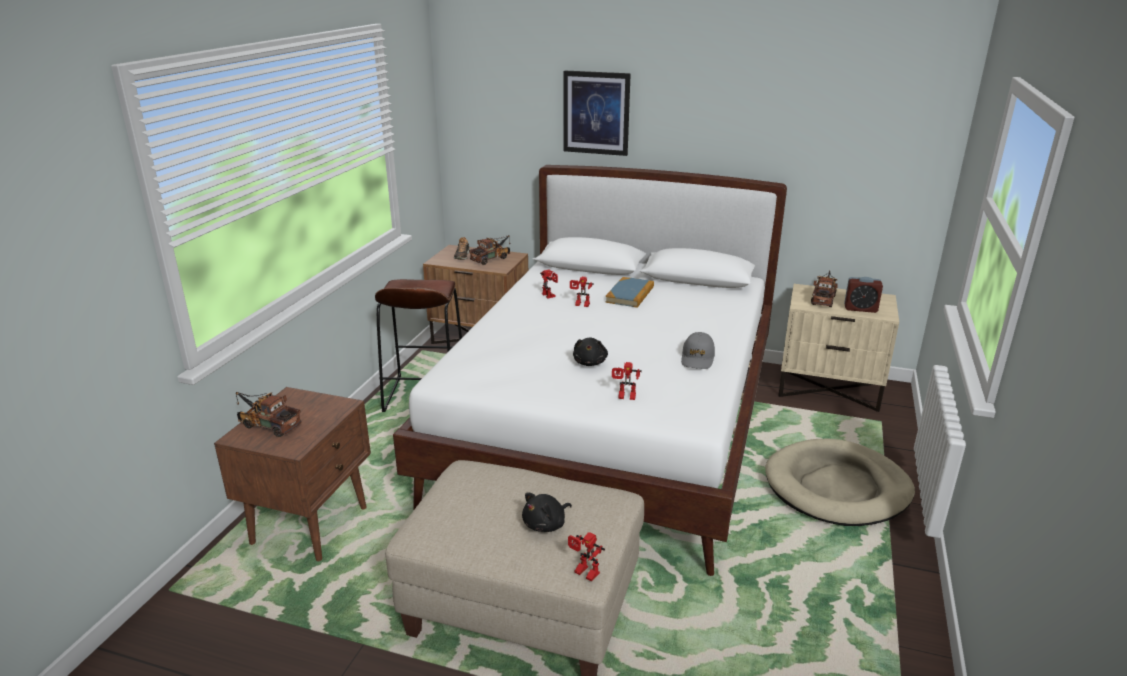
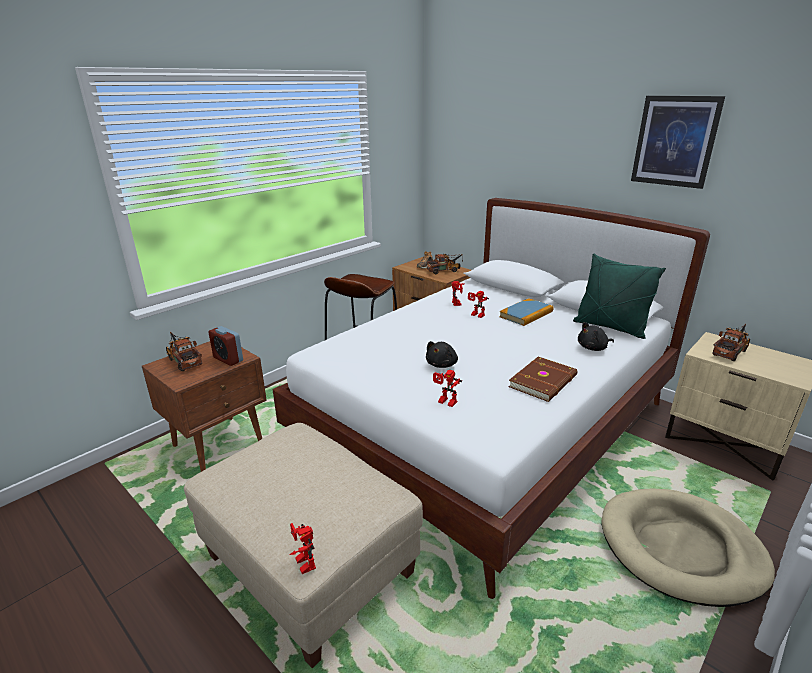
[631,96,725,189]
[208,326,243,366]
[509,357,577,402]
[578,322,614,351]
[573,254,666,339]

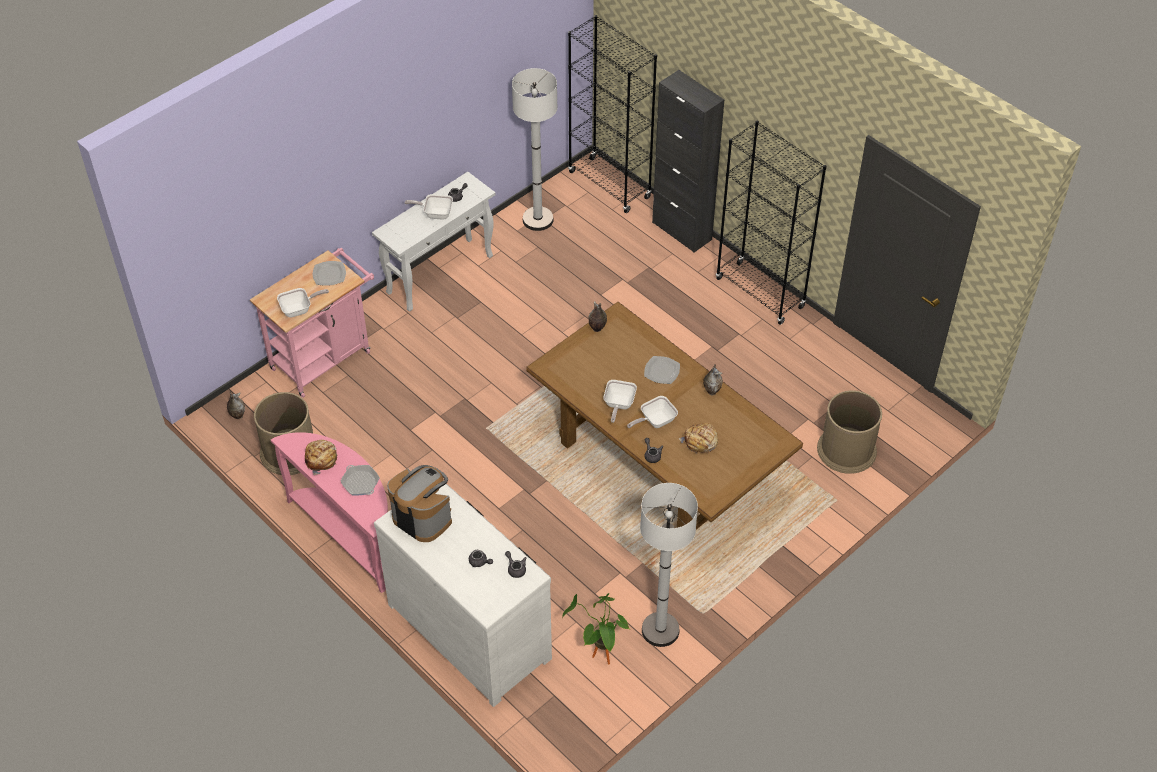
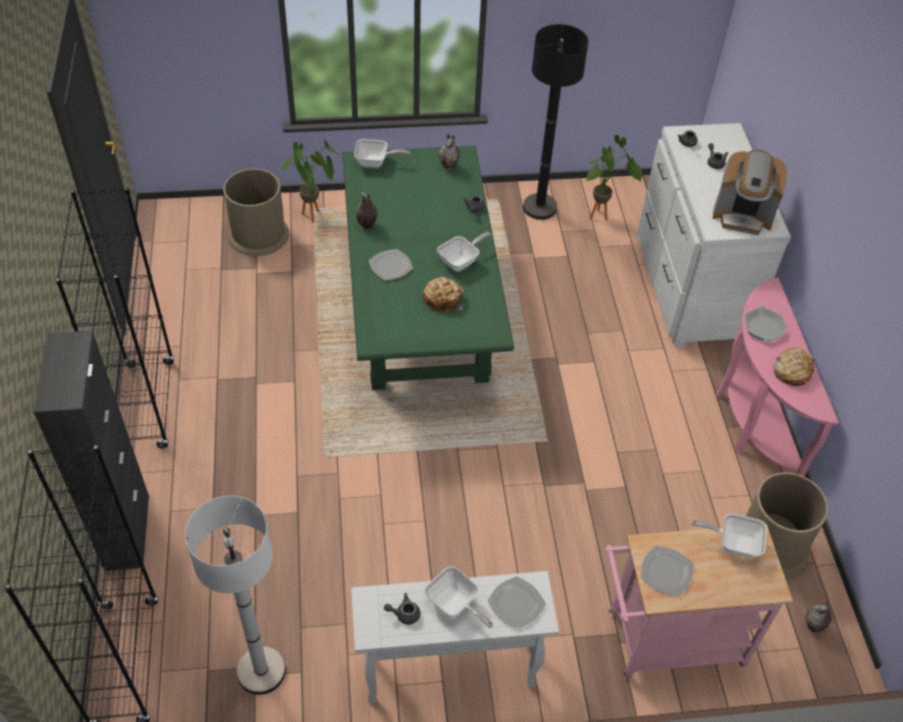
[439,134,460,170]
[342,146,514,390]
[354,139,410,168]
[423,277,464,312]
[713,150,787,235]
[523,24,588,220]
[280,139,340,223]
[488,576,546,630]

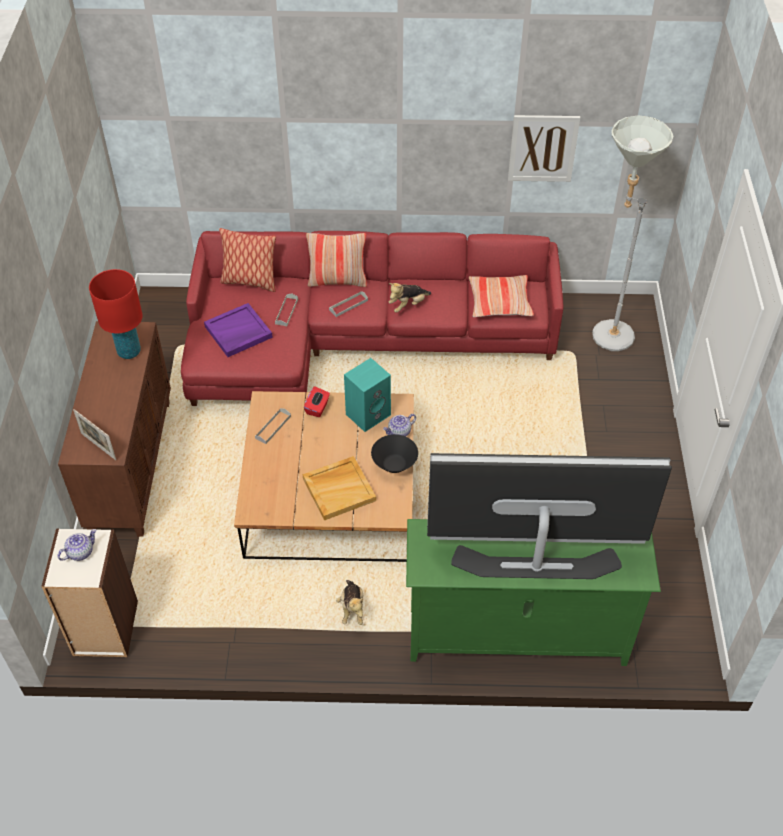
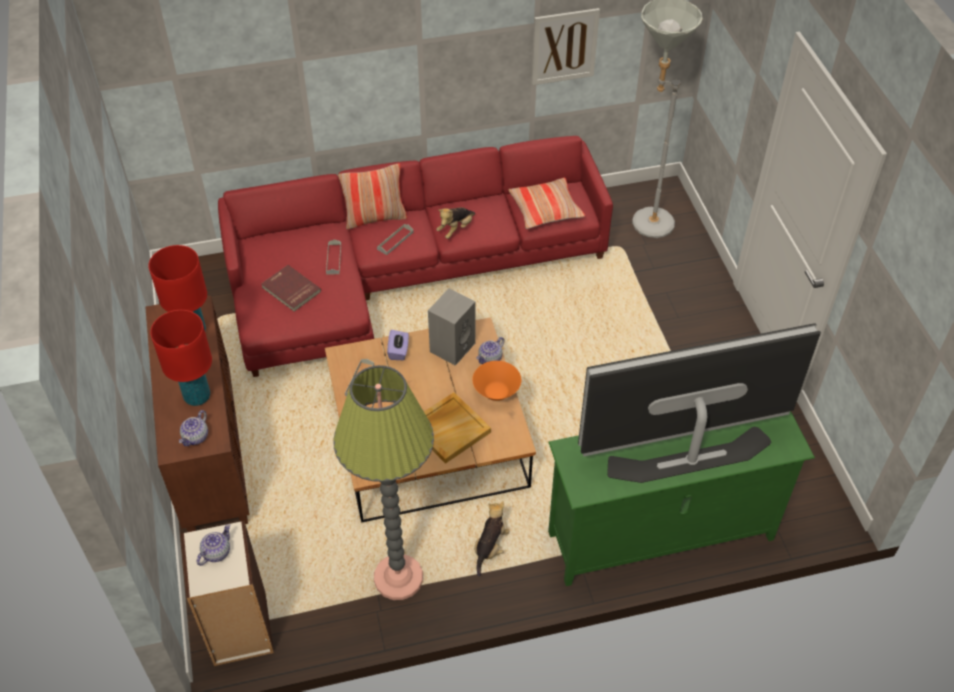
[219,228,276,292] (first image)
[261,265,321,312]
[428,288,476,366]
[387,330,409,360]
[179,410,208,446]
[472,361,521,401]
[474,501,509,577]
[150,310,212,406]
[333,365,434,600]

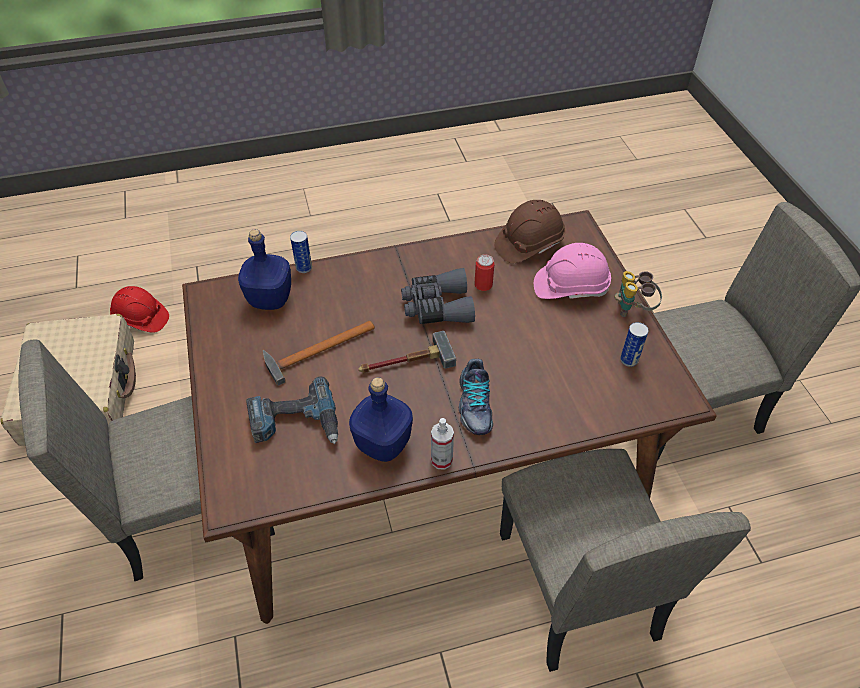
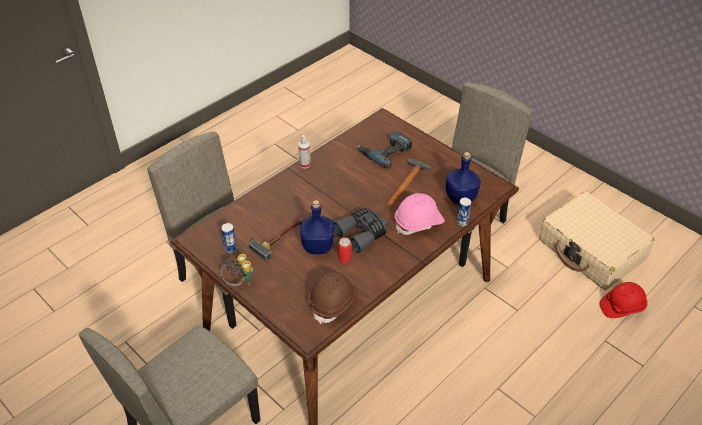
[395,193,444,235]
[249,219,302,261]
[459,359,493,435] (first image)
[300,200,334,254]

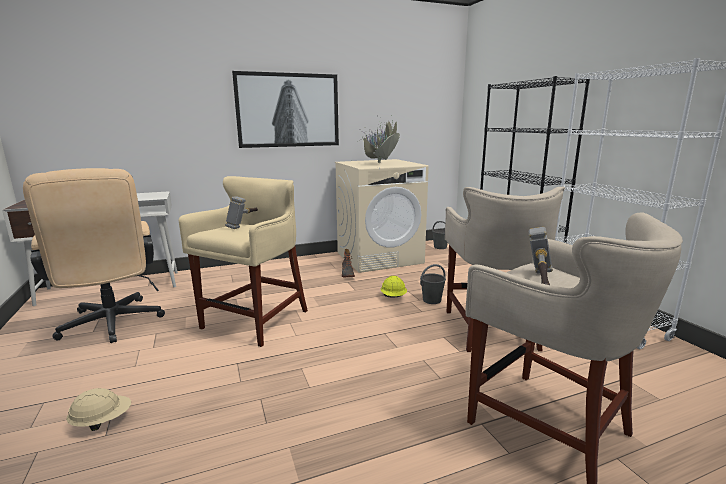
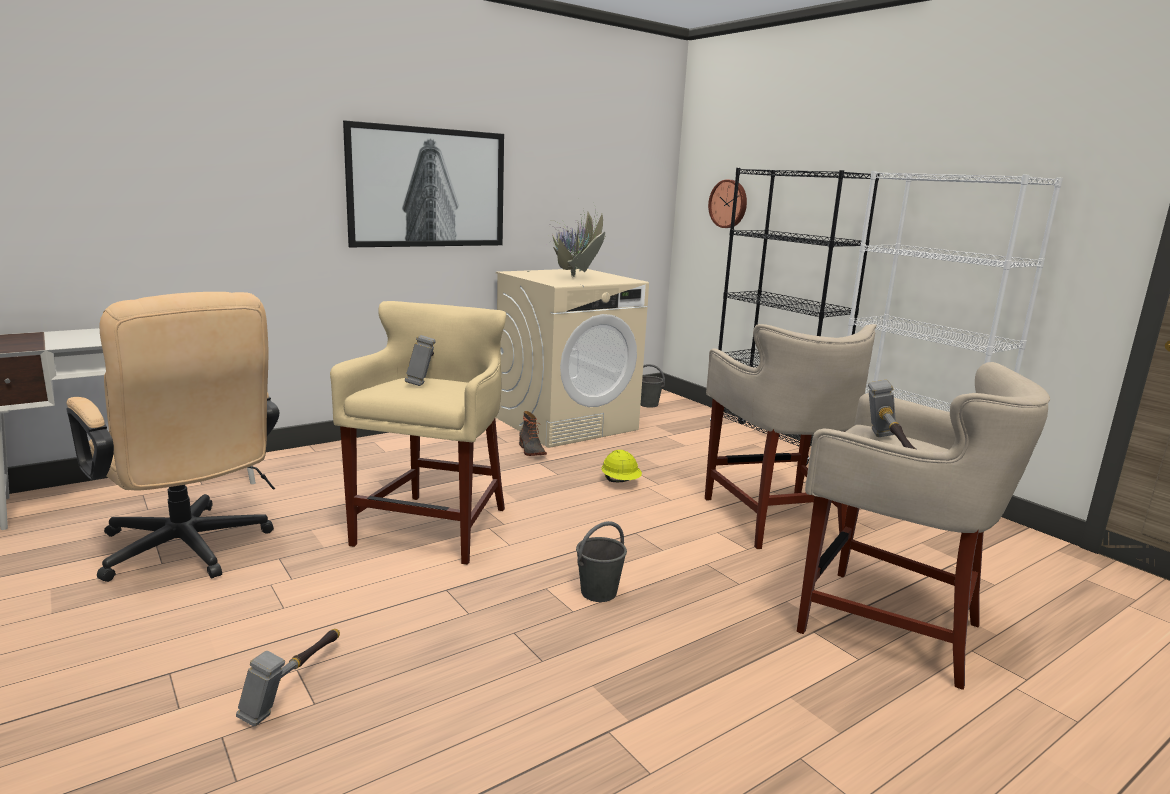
[576,521,627,602]
[236,629,340,726]
[708,180,747,228]

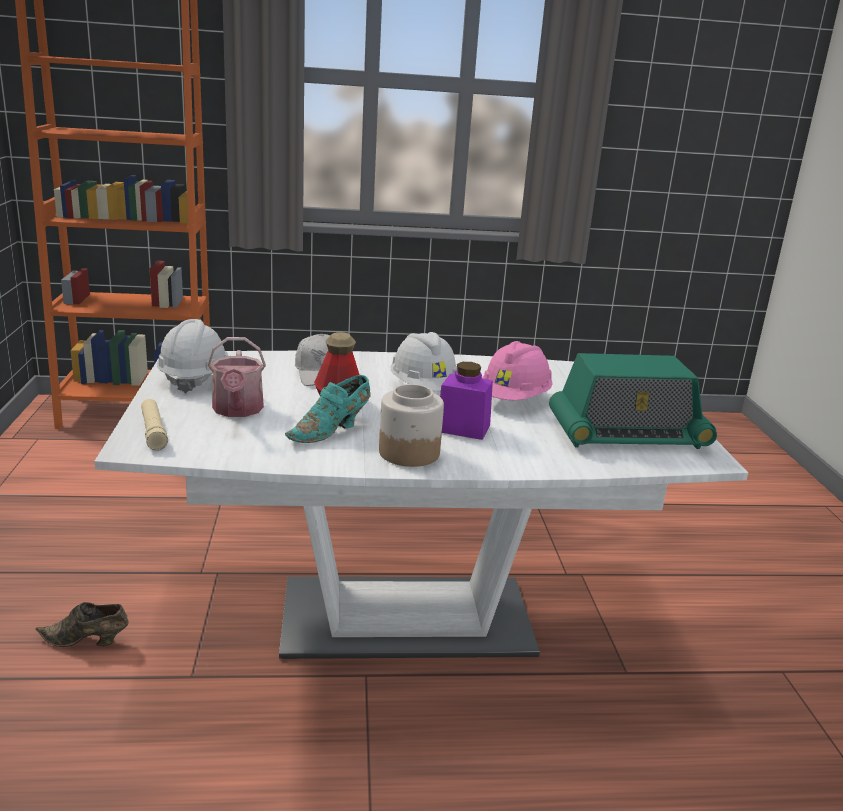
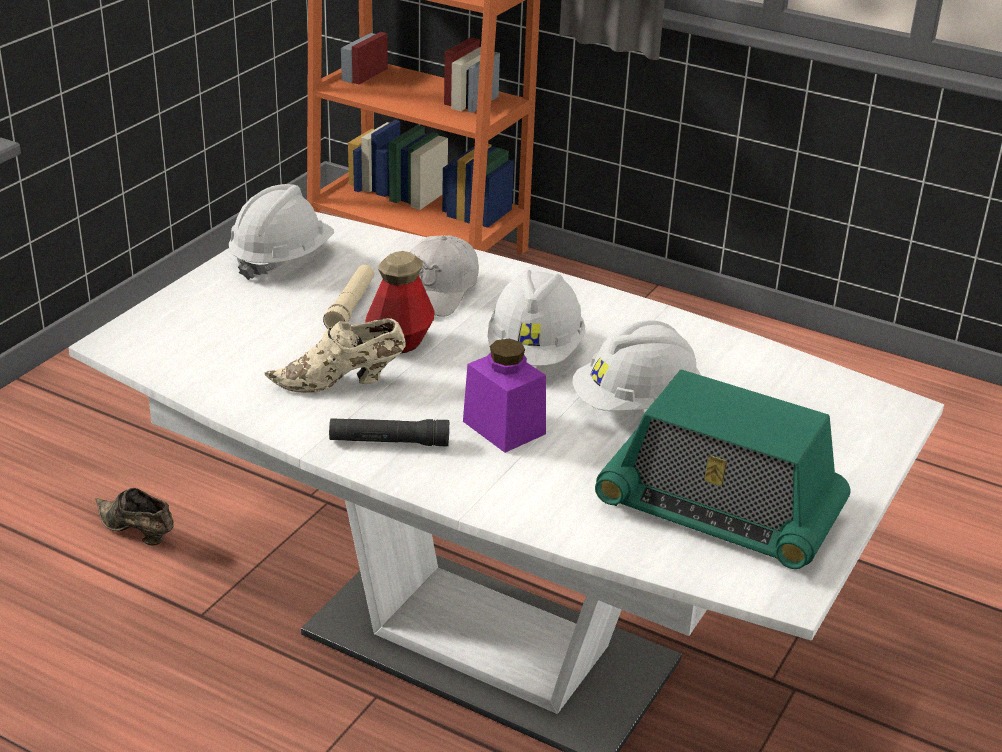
[208,337,266,417] (first image)
[573,320,701,411]
[265,318,406,393]
[329,418,449,447]
[323,265,374,328]

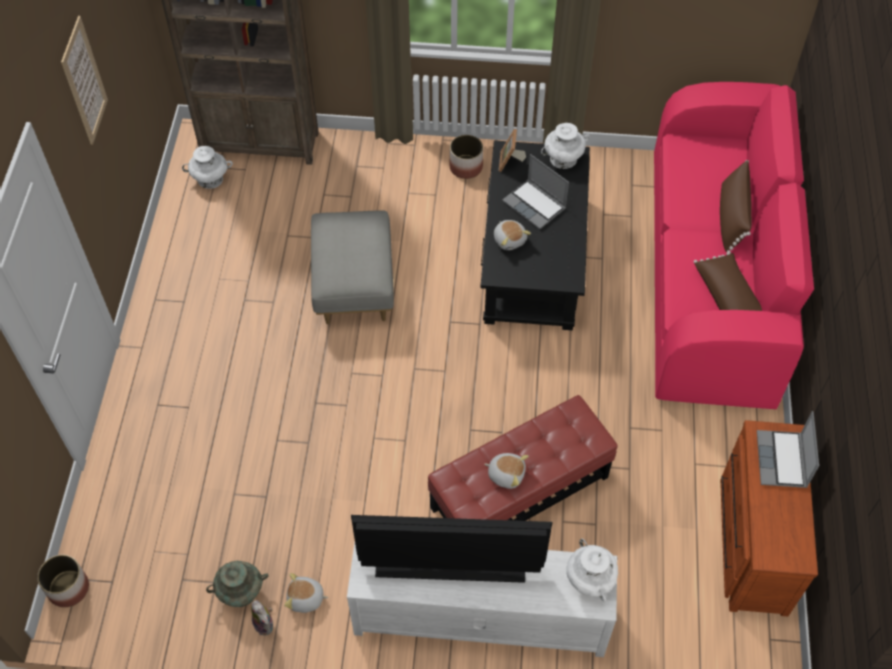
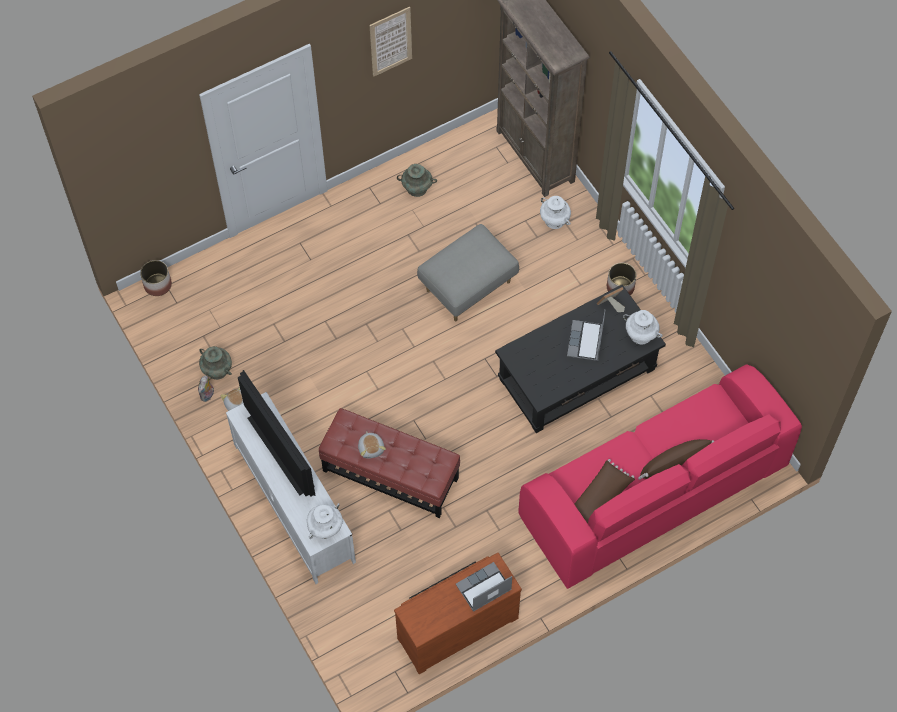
[540,196,571,229]
[494,220,531,250] (first image)
[397,164,437,197]

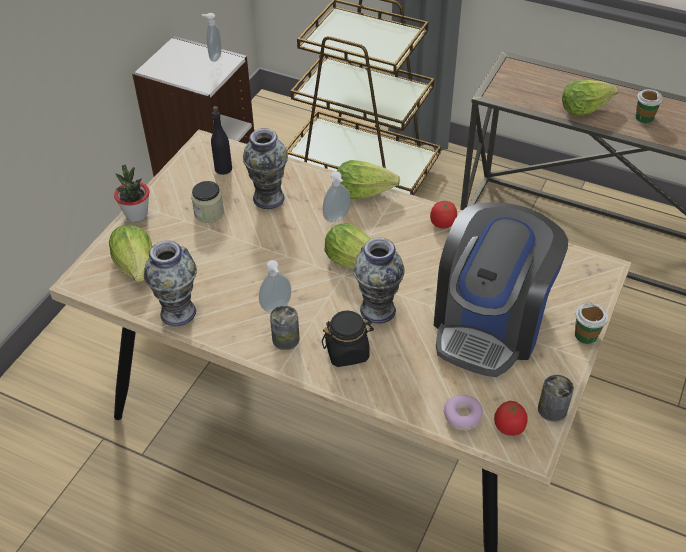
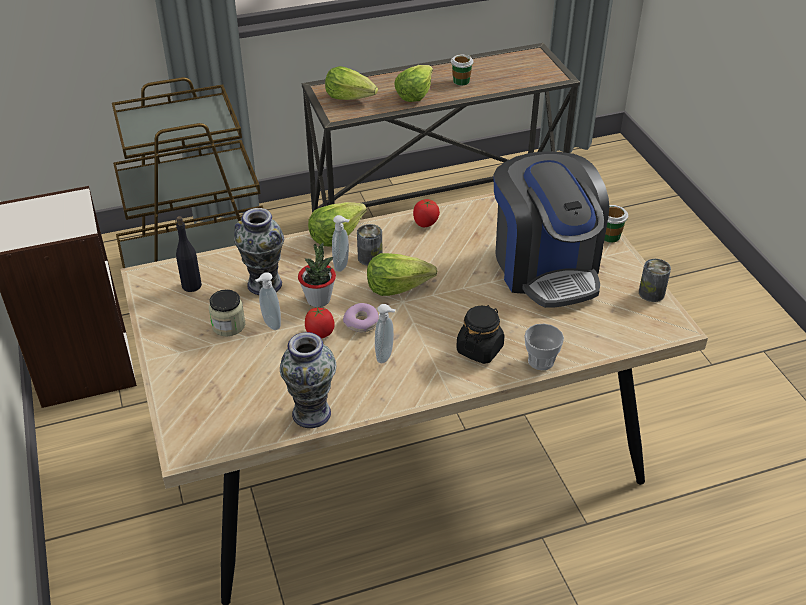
[255,272,281,330]
[298,243,336,307]
[325,66,378,100]
[353,238,404,324] (first image)
[357,224,383,266]
[343,303,379,332]
[305,307,335,338]
[525,324,564,370]

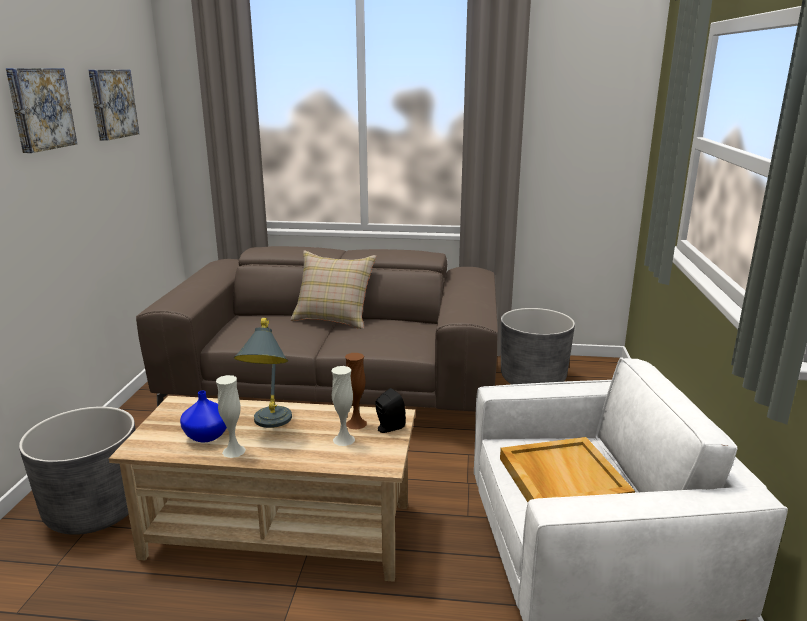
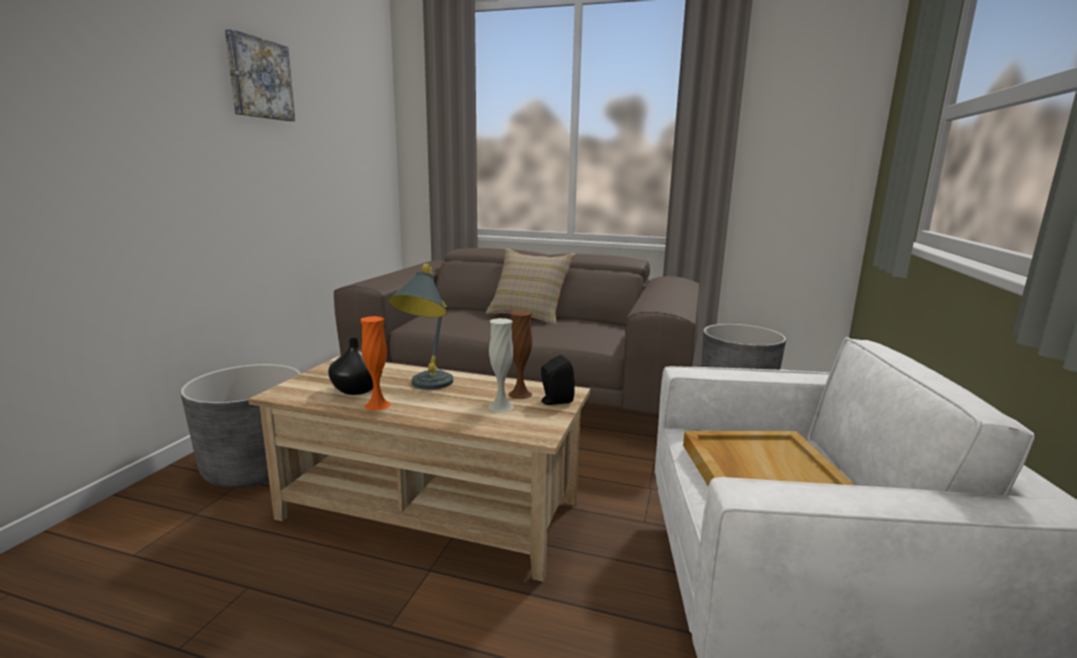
[88,69,139,141] (first image)
[360,316,391,410]
[328,338,383,395]

